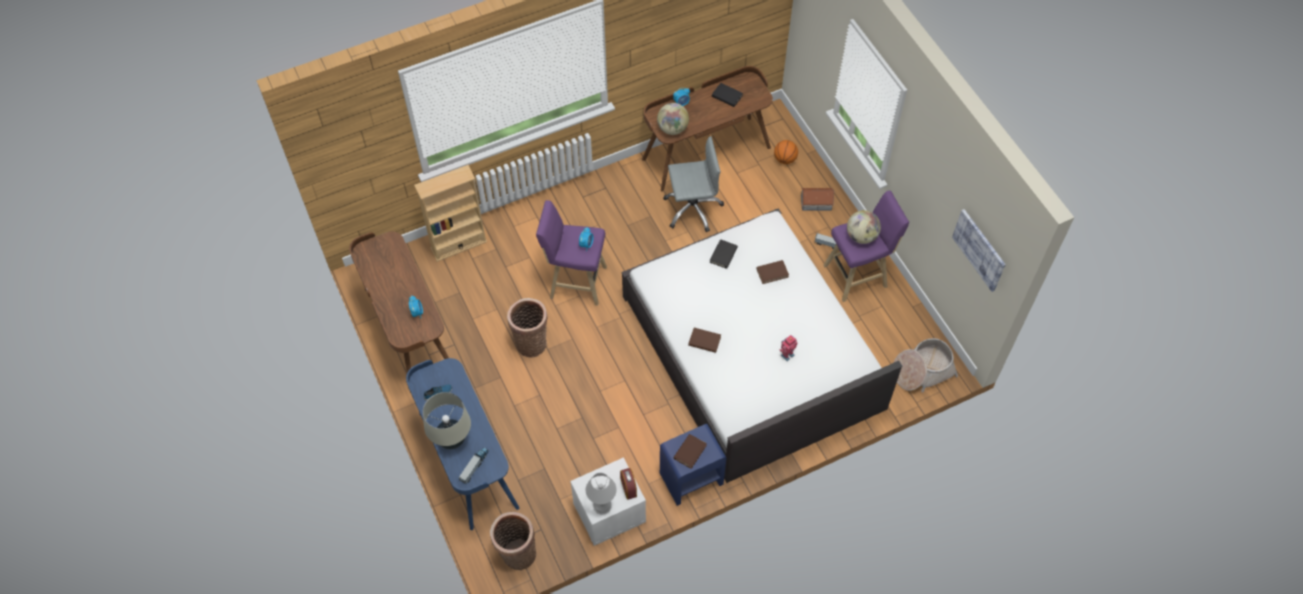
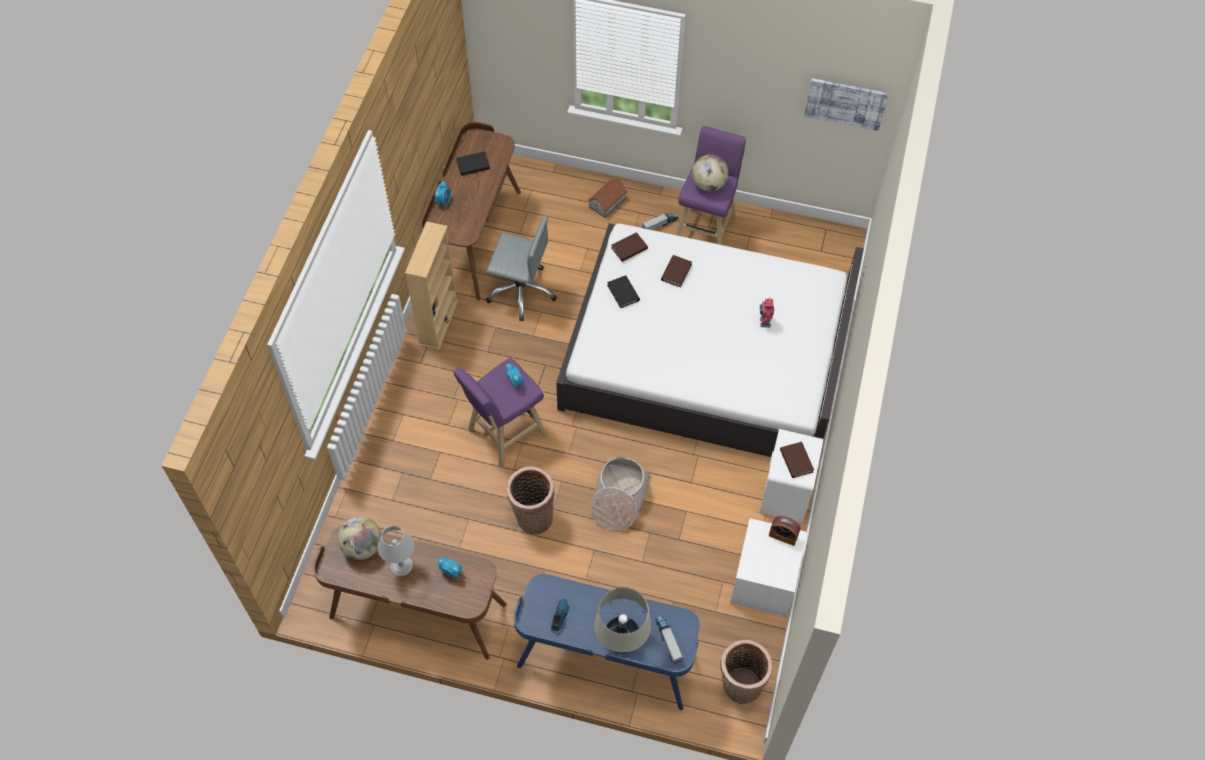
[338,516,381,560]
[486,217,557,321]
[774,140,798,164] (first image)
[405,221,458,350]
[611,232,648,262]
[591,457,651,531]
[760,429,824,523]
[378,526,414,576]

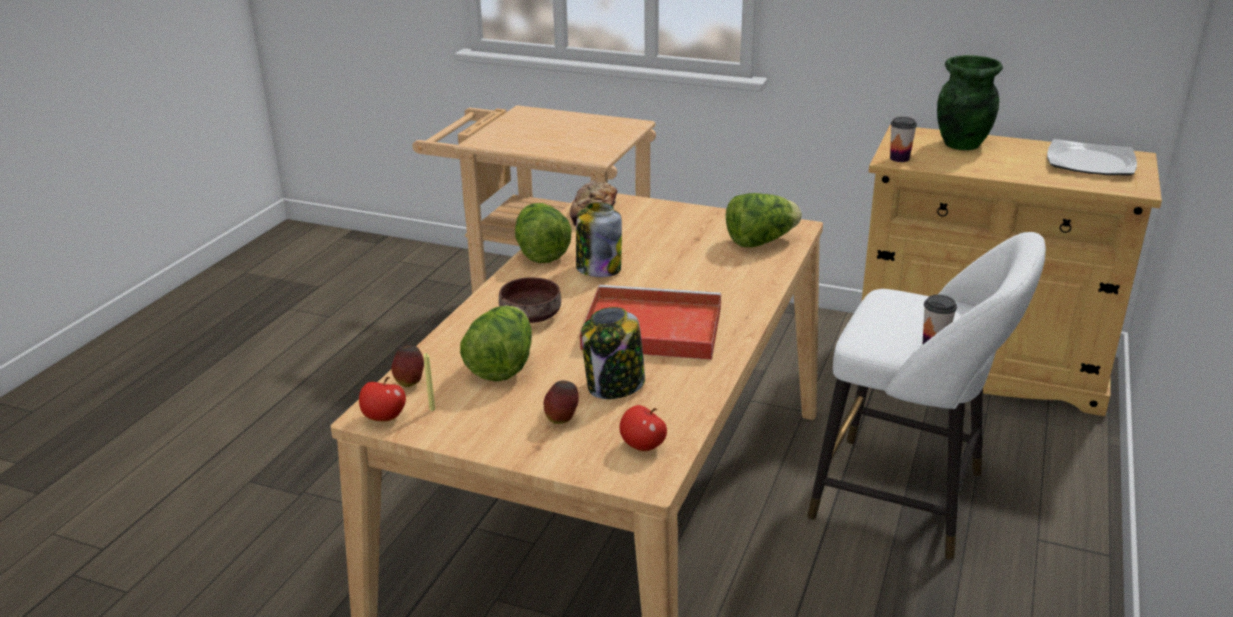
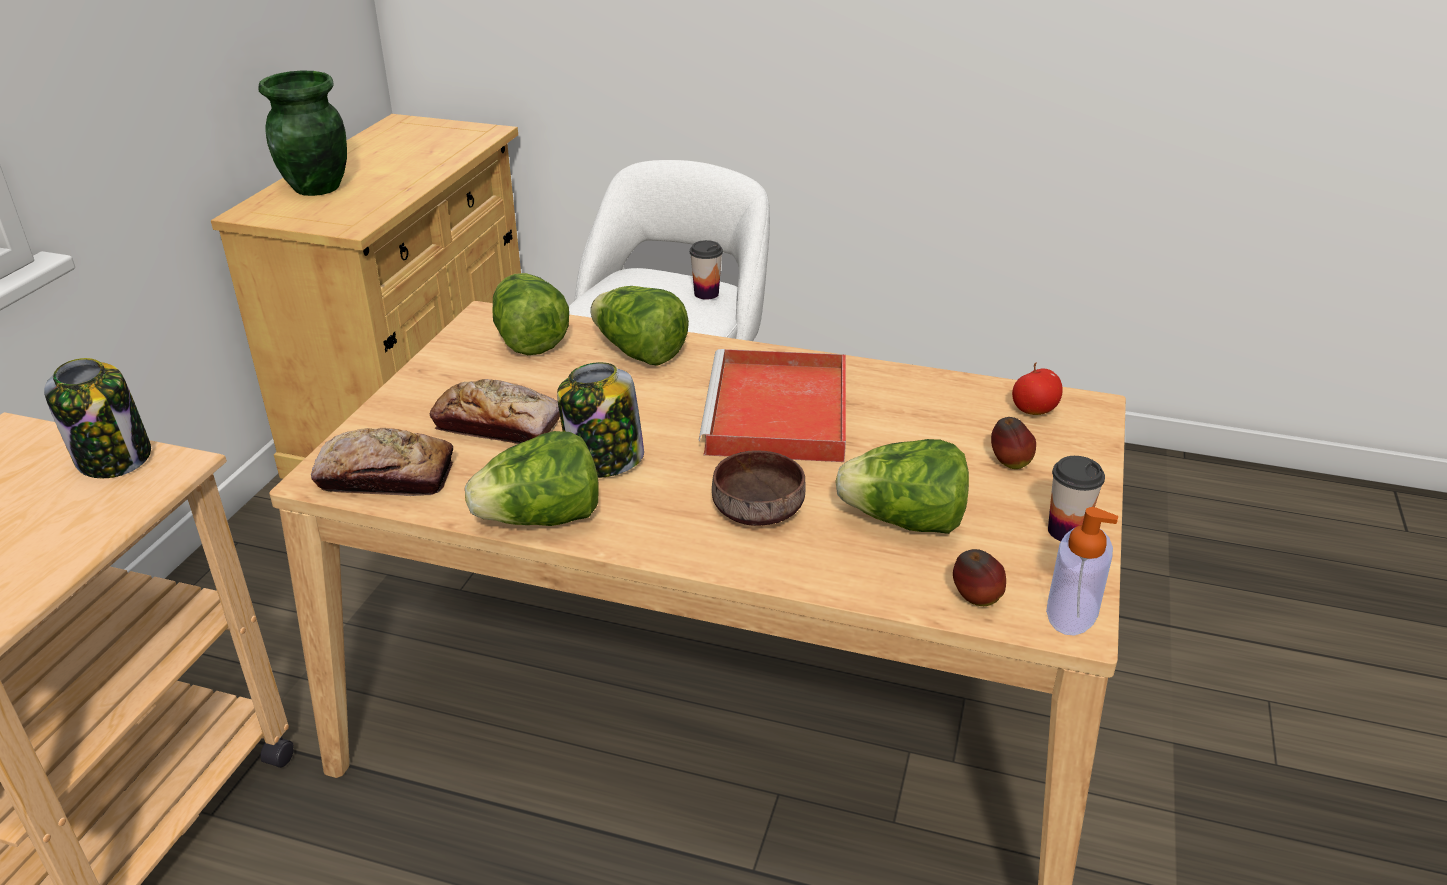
[1048,456,1105,541]
[1047,139,1137,175] (first image)
[44,358,151,478]
[424,353,435,411] (first image)
[1046,507,1118,636]
[590,286,689,366]
[430,379,560,444]

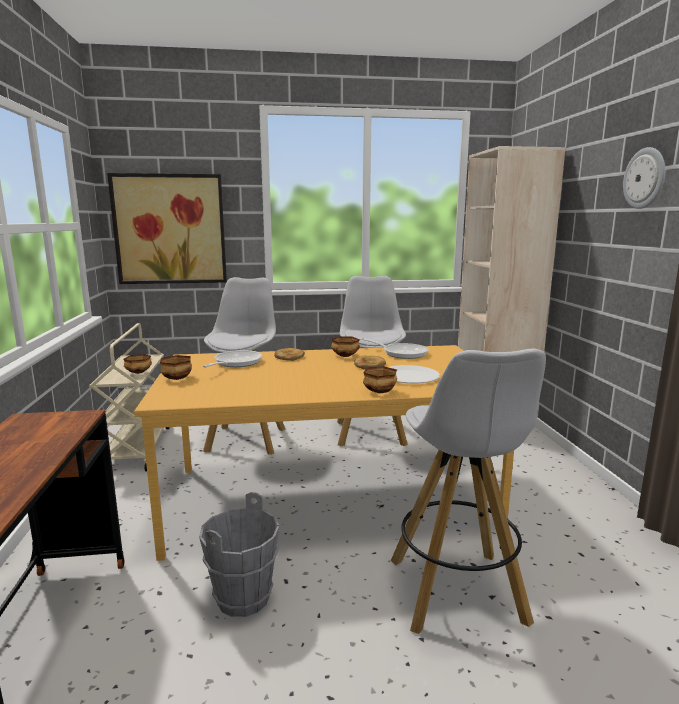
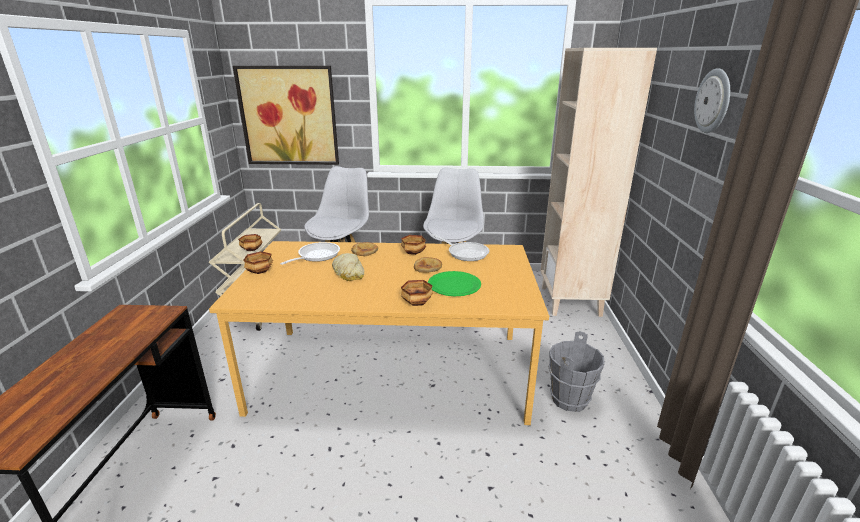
[391,349,546,634] (first image)
[428,271,481,296]
[548,331,605,412]
[332,253,365,281]

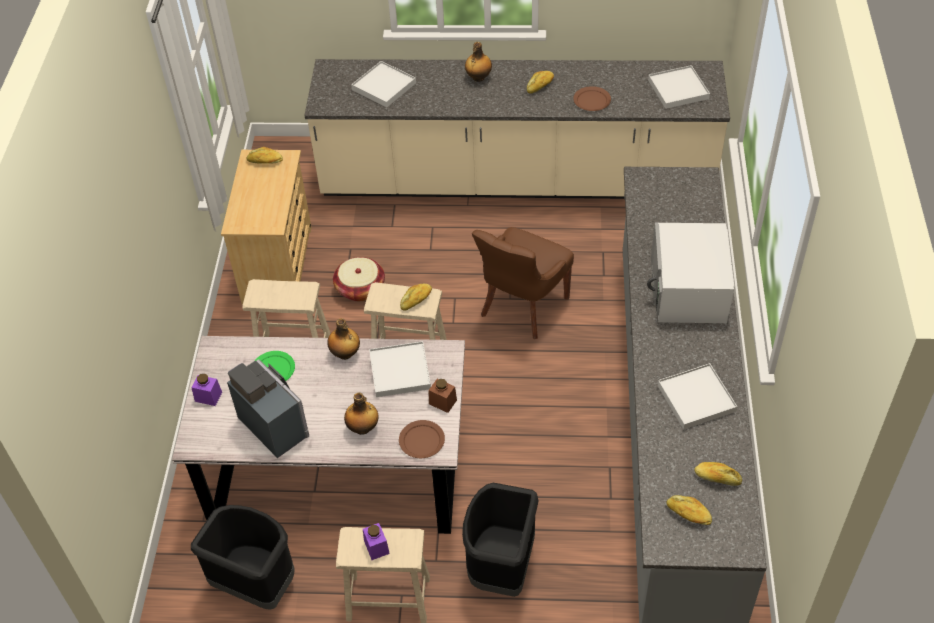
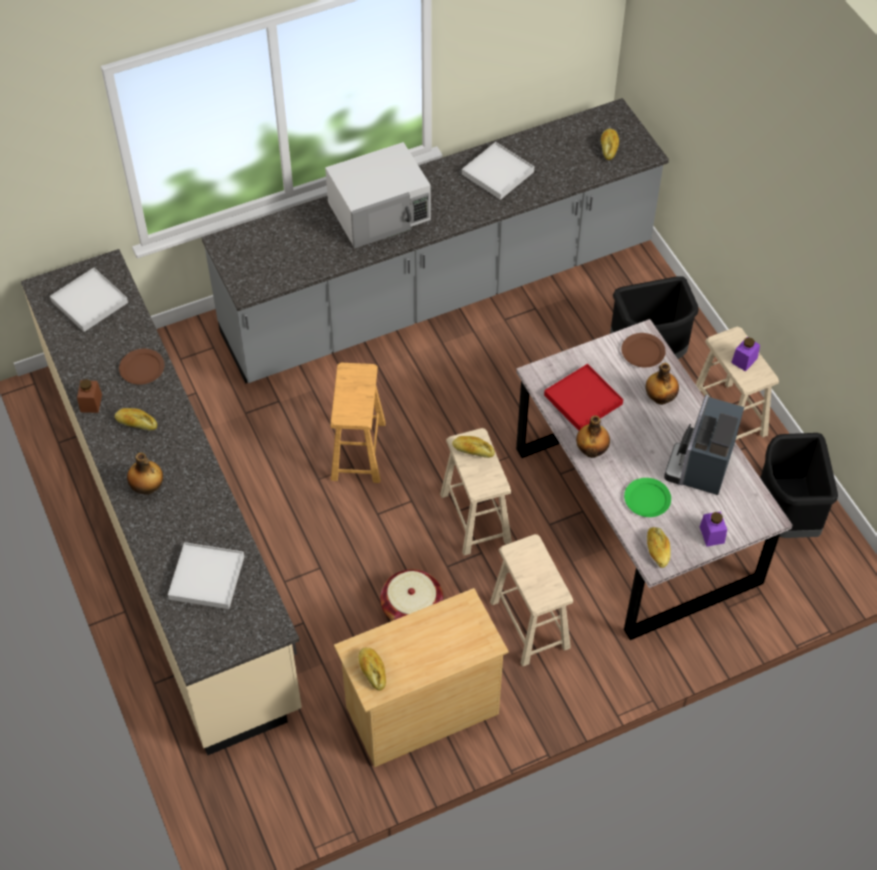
[331,363,386,483]
[544,364,623,431]
[77,379,102,413]
[647,527,671,568]

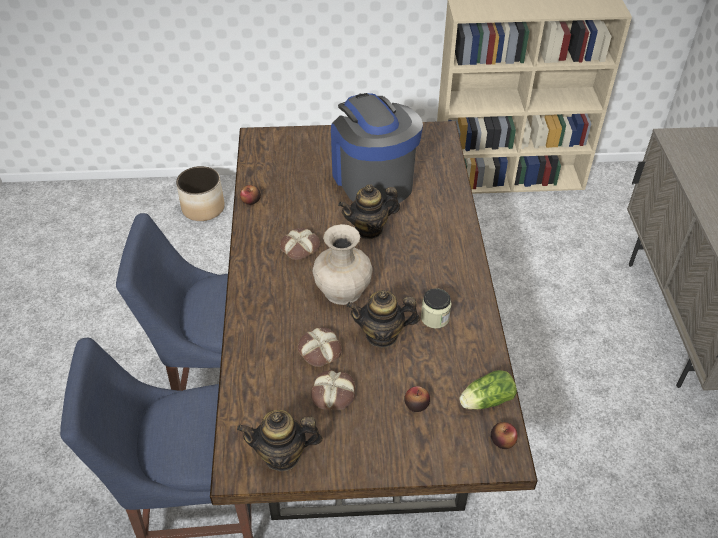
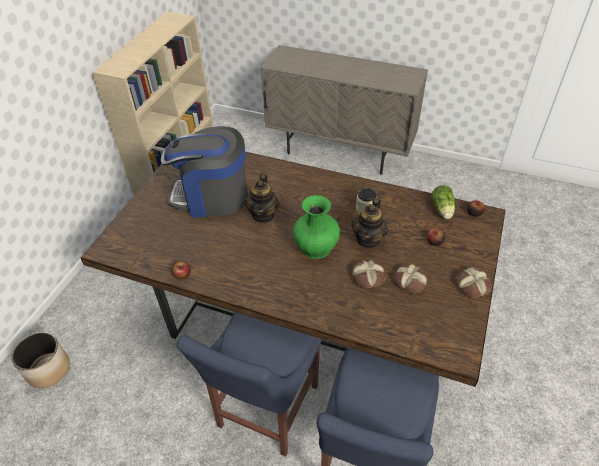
[293,195,340,259]
[455,267,491,298]
[237,410,323,471] (first image)

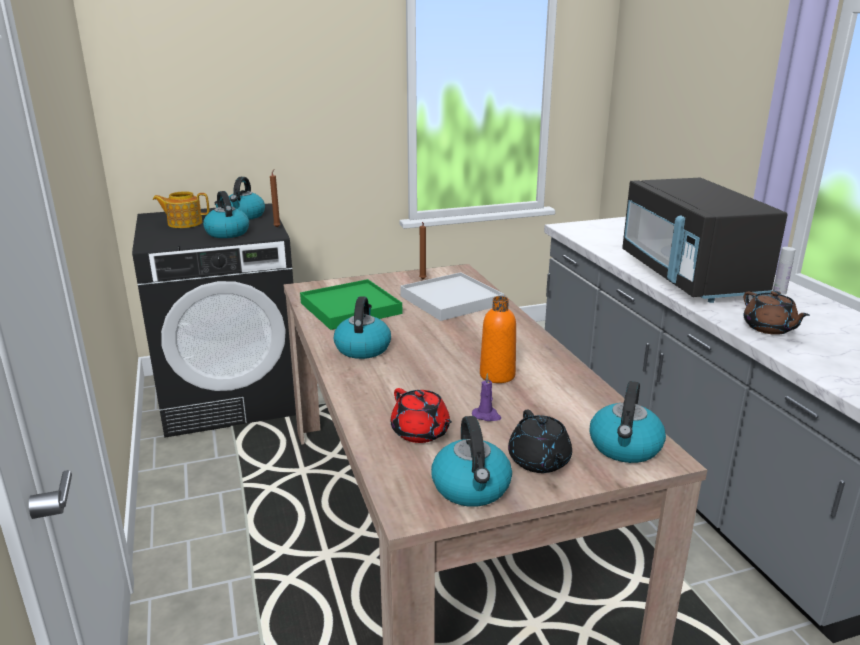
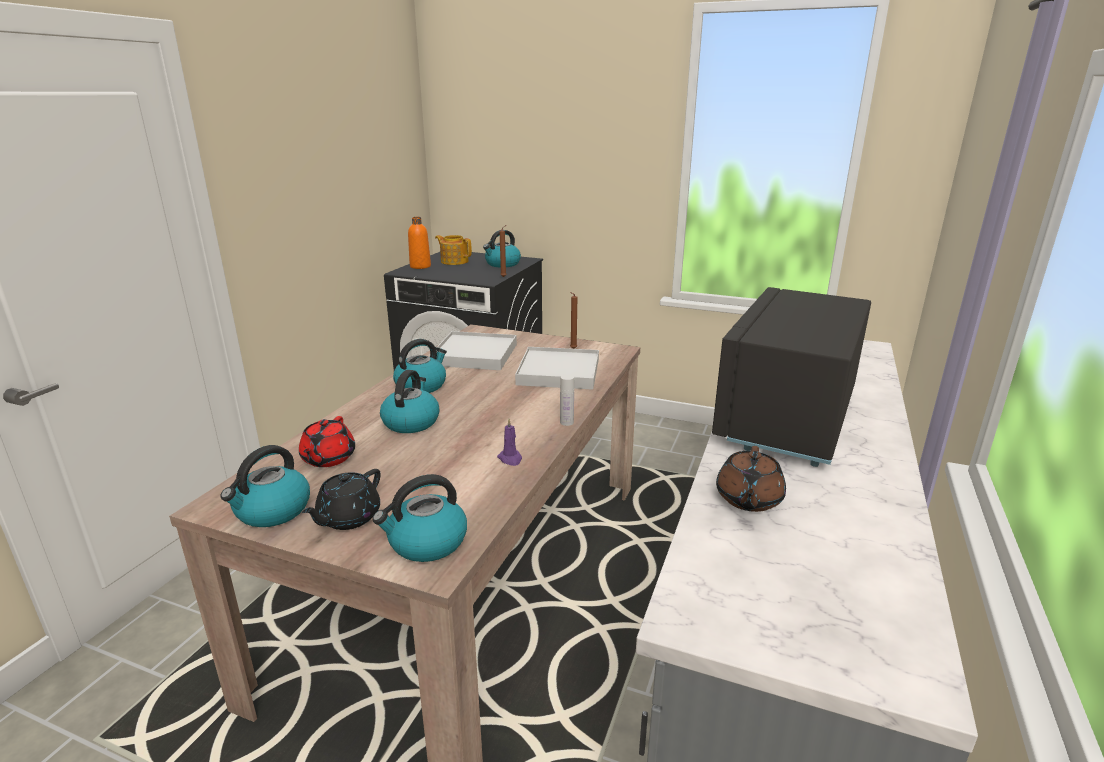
[380,370,439,433]
[560,374,574,426]
[429,331,517,370]
[408,217,431,269]
[497,419,522,466]

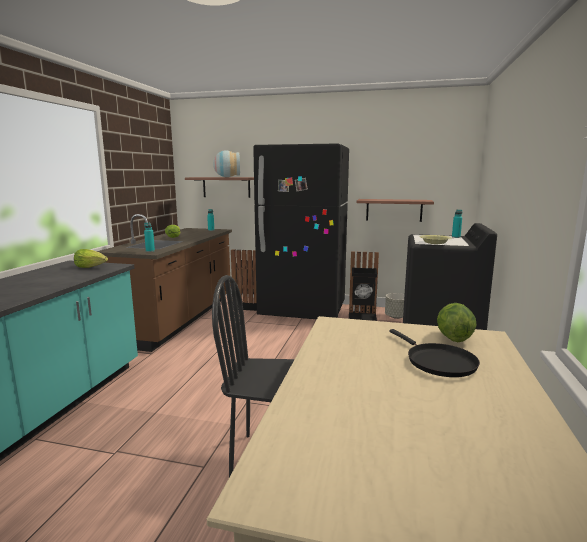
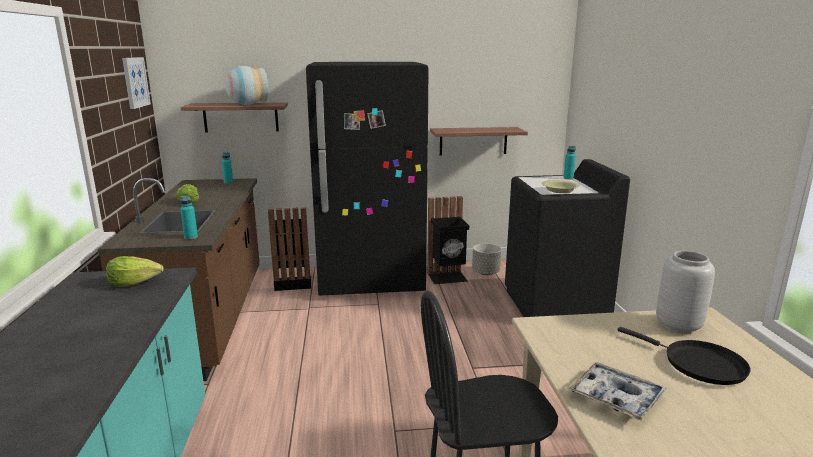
[656,251,715,334]
[122,57,151,109]
[567,362,667,421]

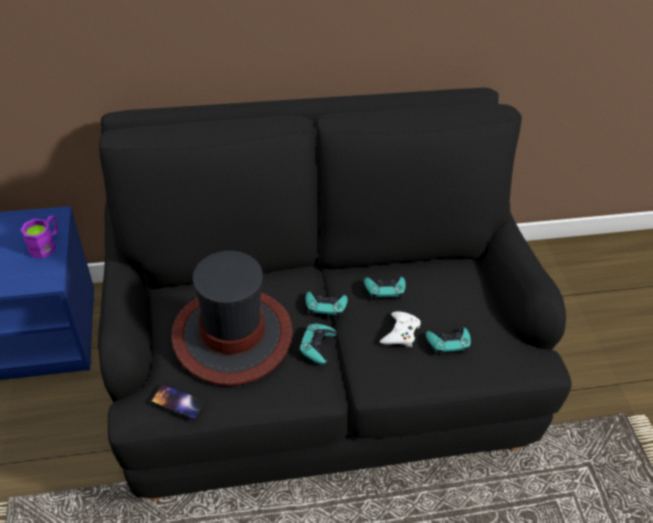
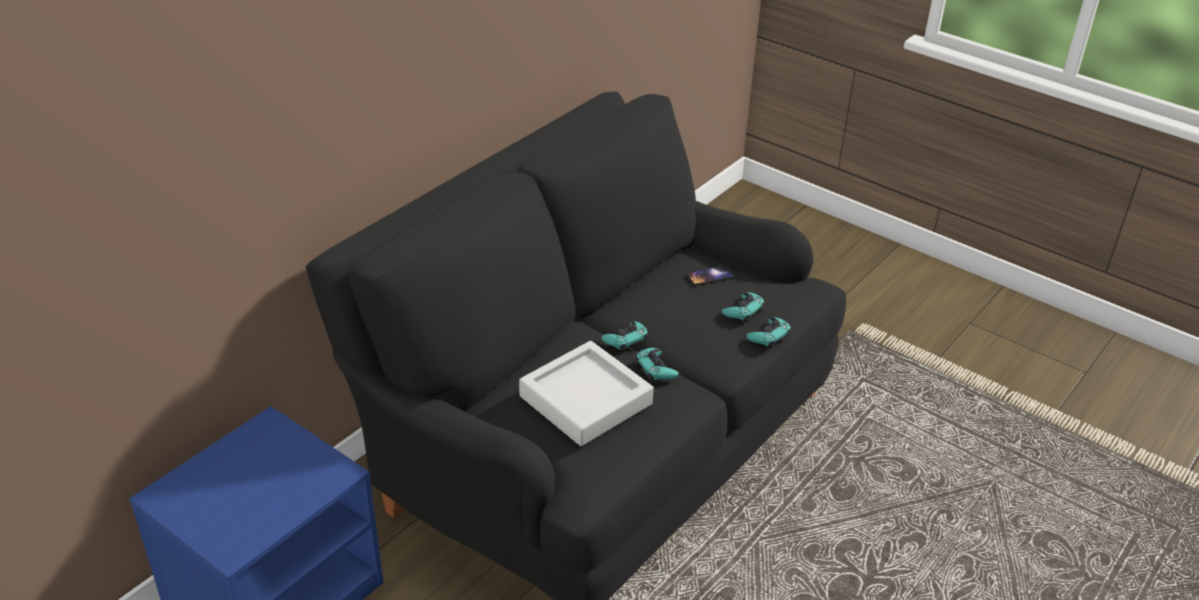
[21,215,58,258] (first image)
[519,341,654,446]
[746,317,791,349]
[380,311,421,347] (first image)
[686,266,734,286]

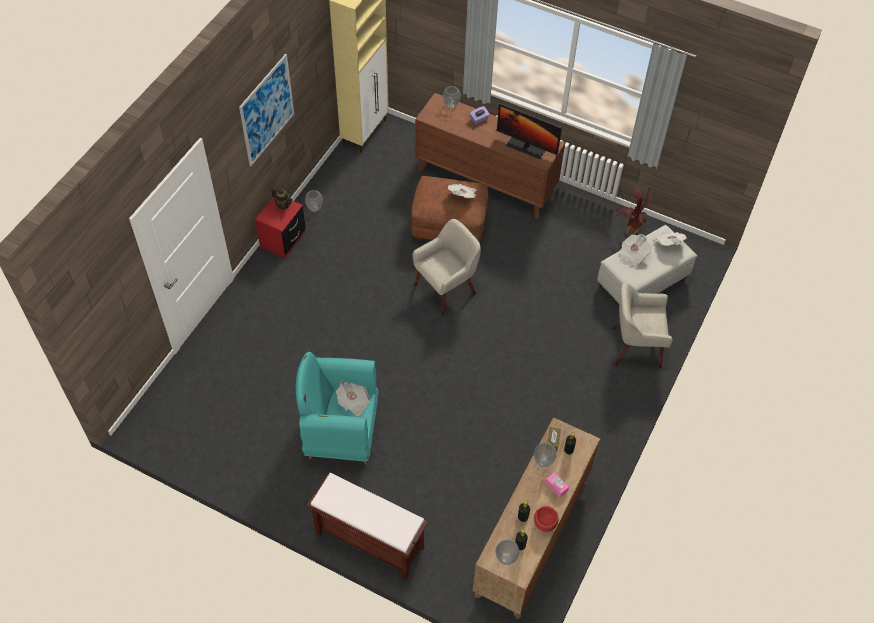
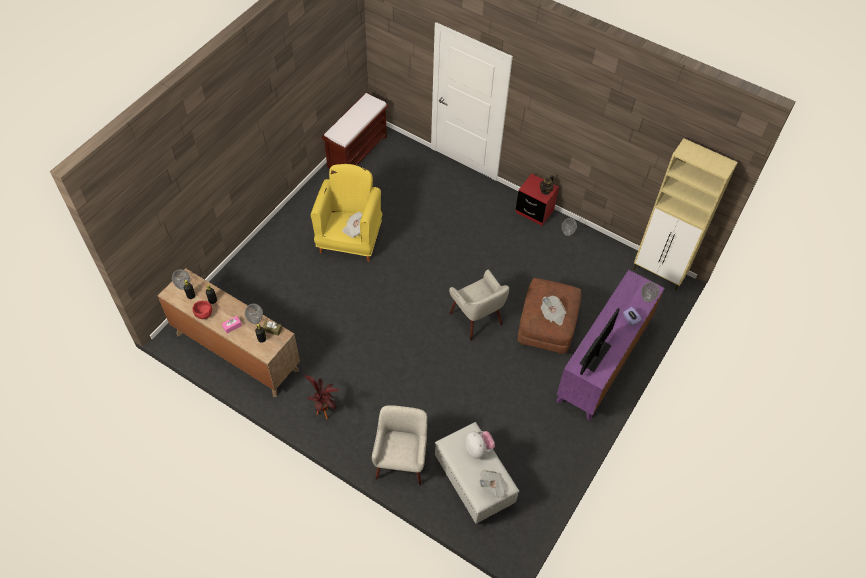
[239,54,294,166] (first image)
[556,270,665,421]
[305,375,339,419]
[465,431,495,459]
[311,164,382,262]
[322,93,389,169]

